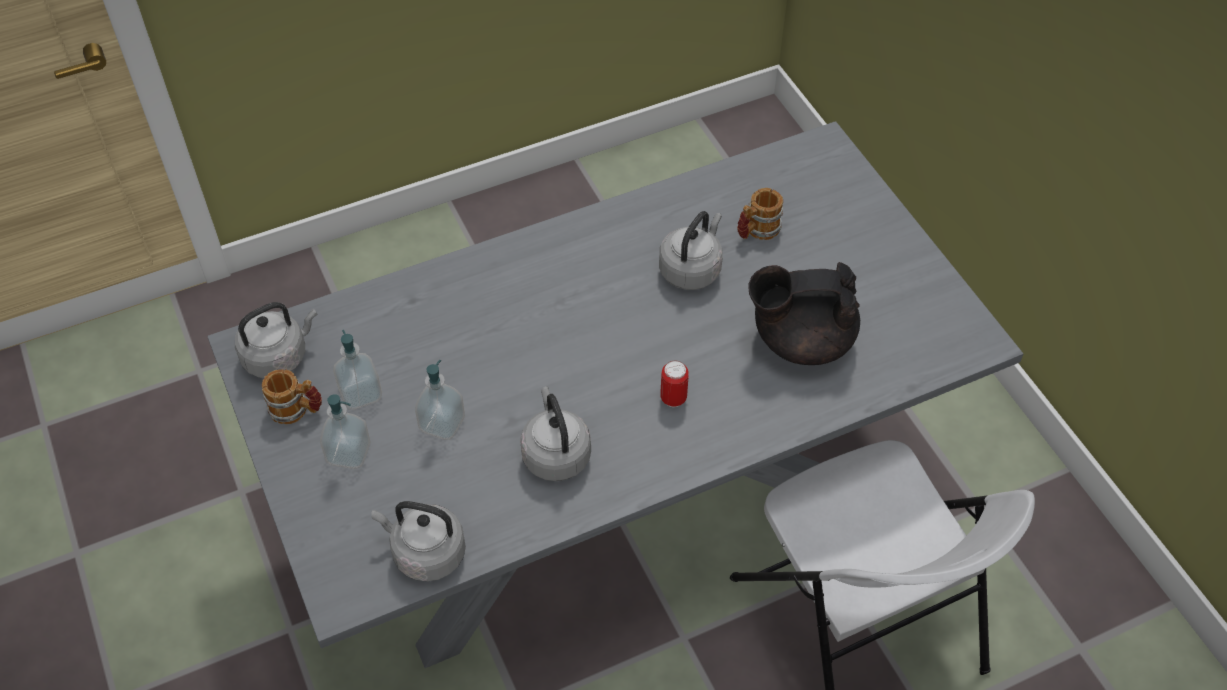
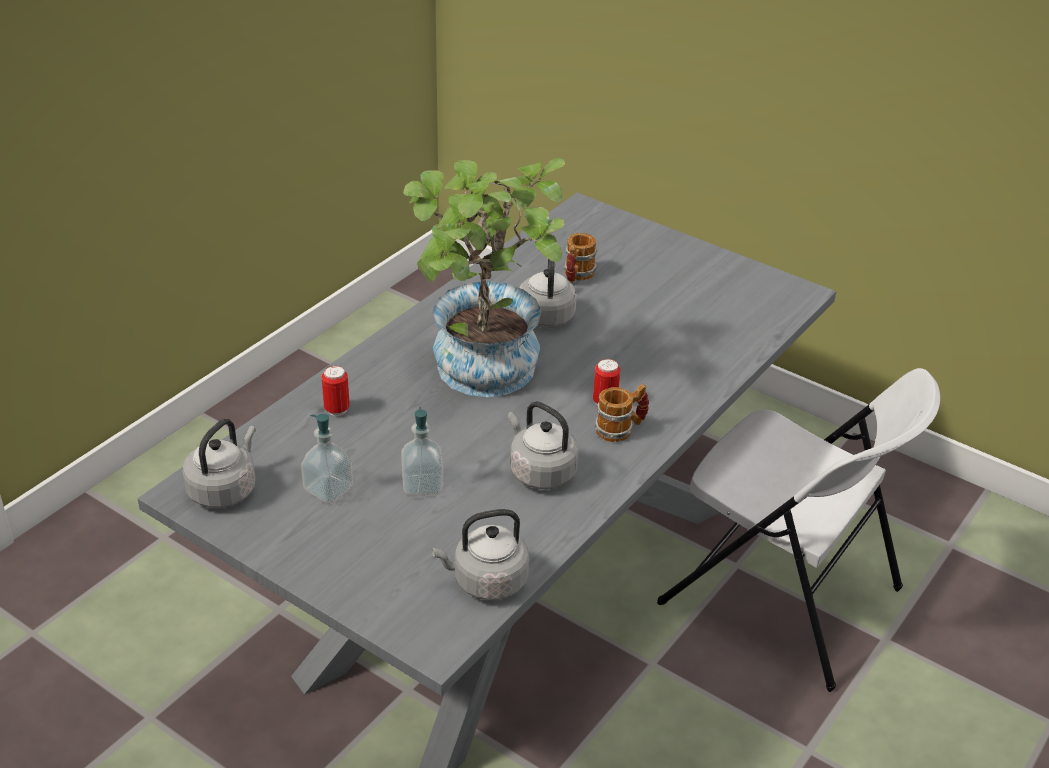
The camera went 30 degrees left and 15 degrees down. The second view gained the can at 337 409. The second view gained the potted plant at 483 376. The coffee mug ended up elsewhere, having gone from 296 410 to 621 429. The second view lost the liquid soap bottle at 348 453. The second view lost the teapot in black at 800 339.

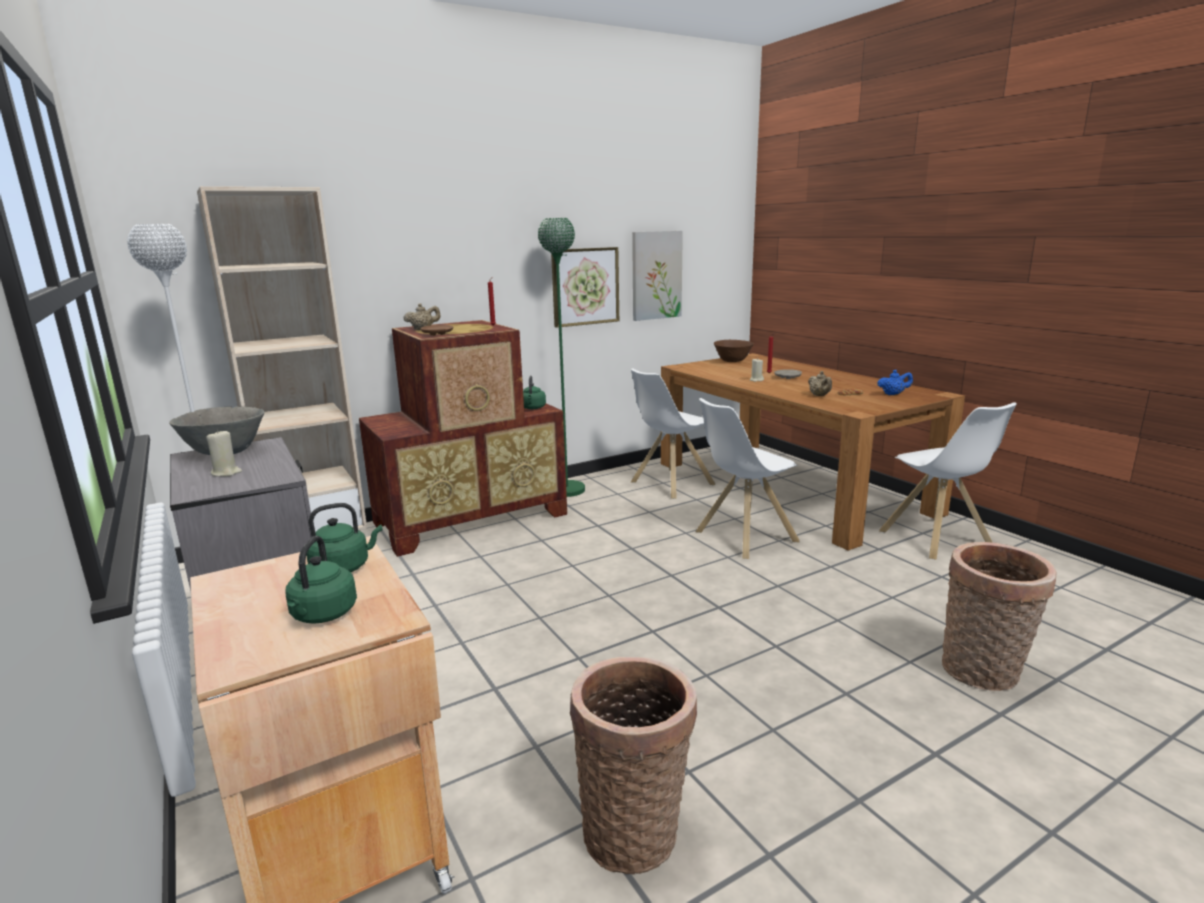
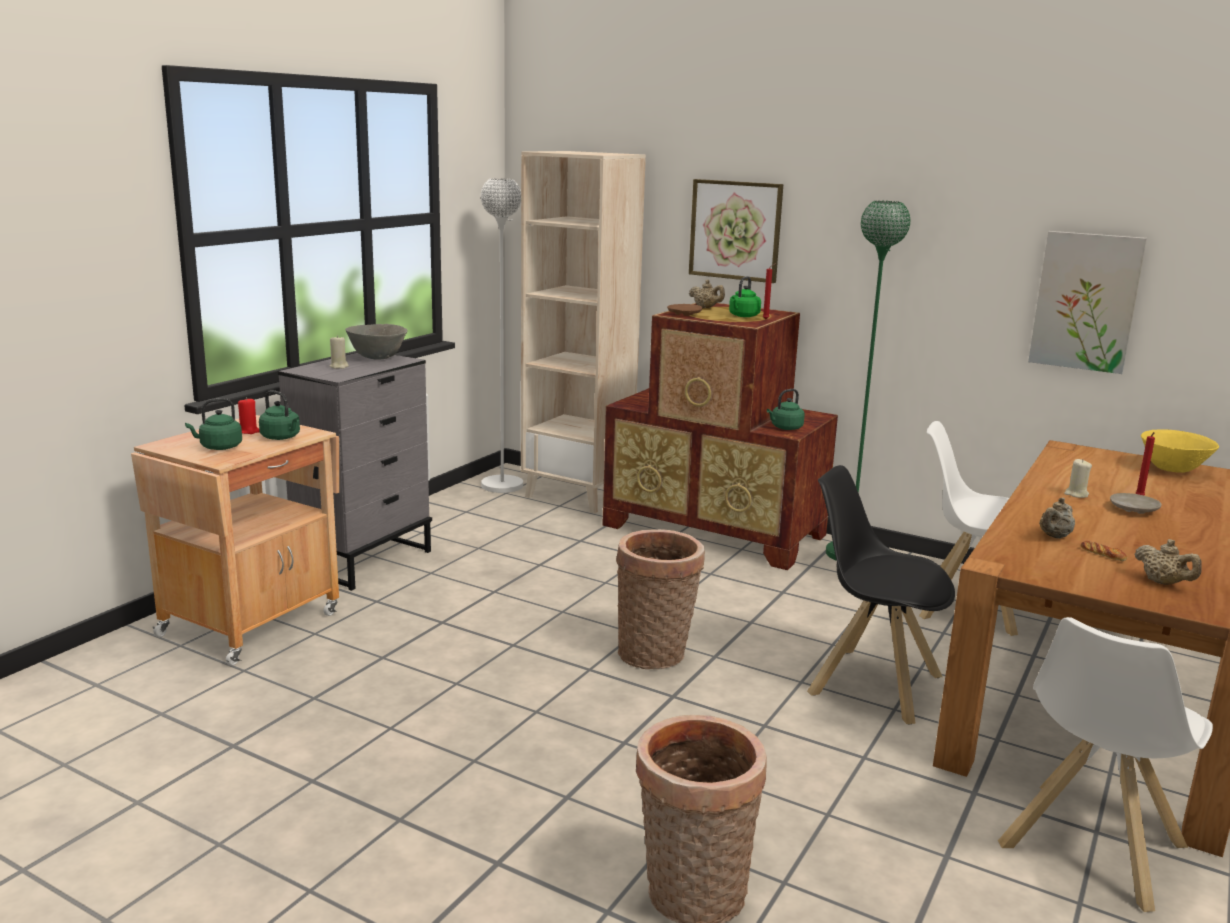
The camera went 60 degrees right and 0 degrees up. The second view gained the candle in red at 249 431. The household basket ended up elsewhere, having gone from 634 829 to 656 654. The picture ended up elsewhere, having gone from 585 286 to 735 230. The second view gained the tea kettle in green-coloured at 743 316. What was the chair in white at 743 537 turned into the chair in black at 871 683. What was the teapot in bluish at 893 394 turned into the teapot in beige at 1163 583. What was the deep dish in brown at 733 361 turned into the deep dish in yellow at 1173 470.

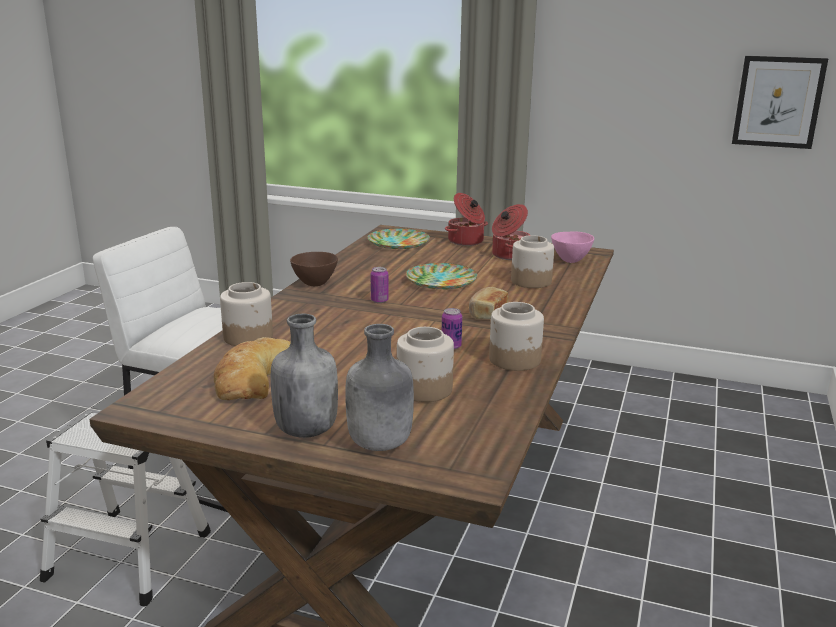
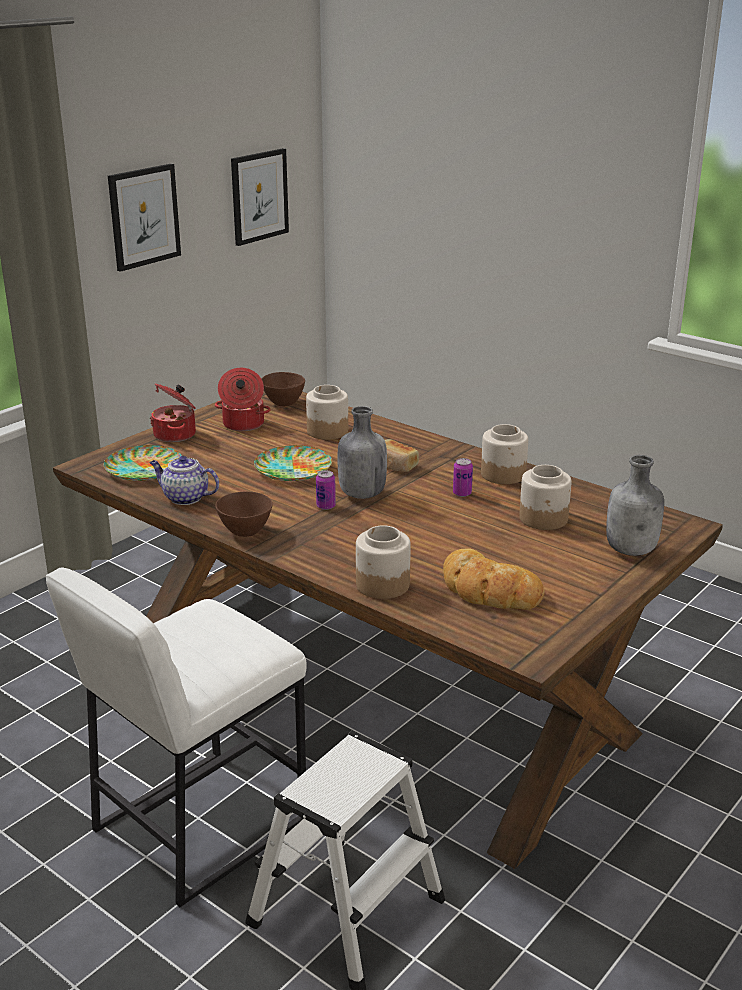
The camera went 70 degrees left and 5 degrees up. The second view gained the picture at 144 216. The second view gained the teapot at 184 498. What was the deep dish in pinkish at 570 260 turned into the deep dish in brown at 283 403. The bottle in grey ended up elsewhere, having gone from 306 430 to 361 494.

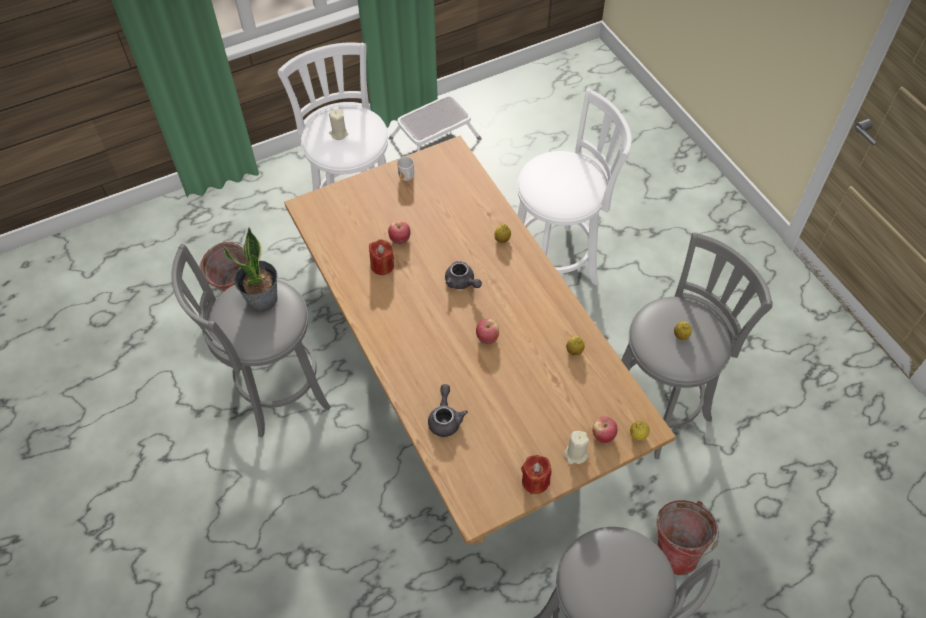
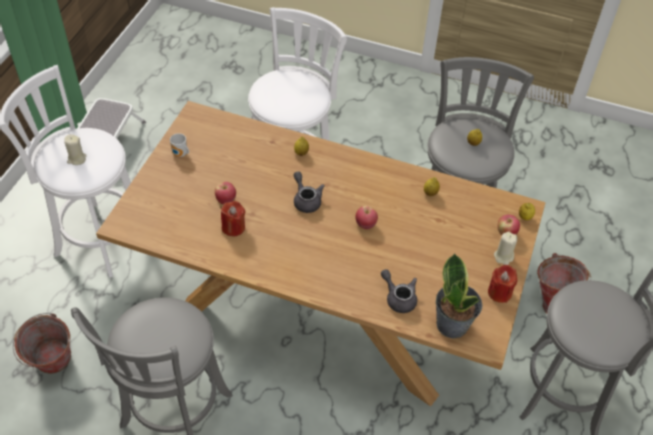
The camera went 45 degrees left and 5 degrees down. The teapot in grey at 462 282 ended up facing another way, 120 degrees counterclockwise from before. The potted plant ended up elsewhere, having gone from 263 299 to 453 324.

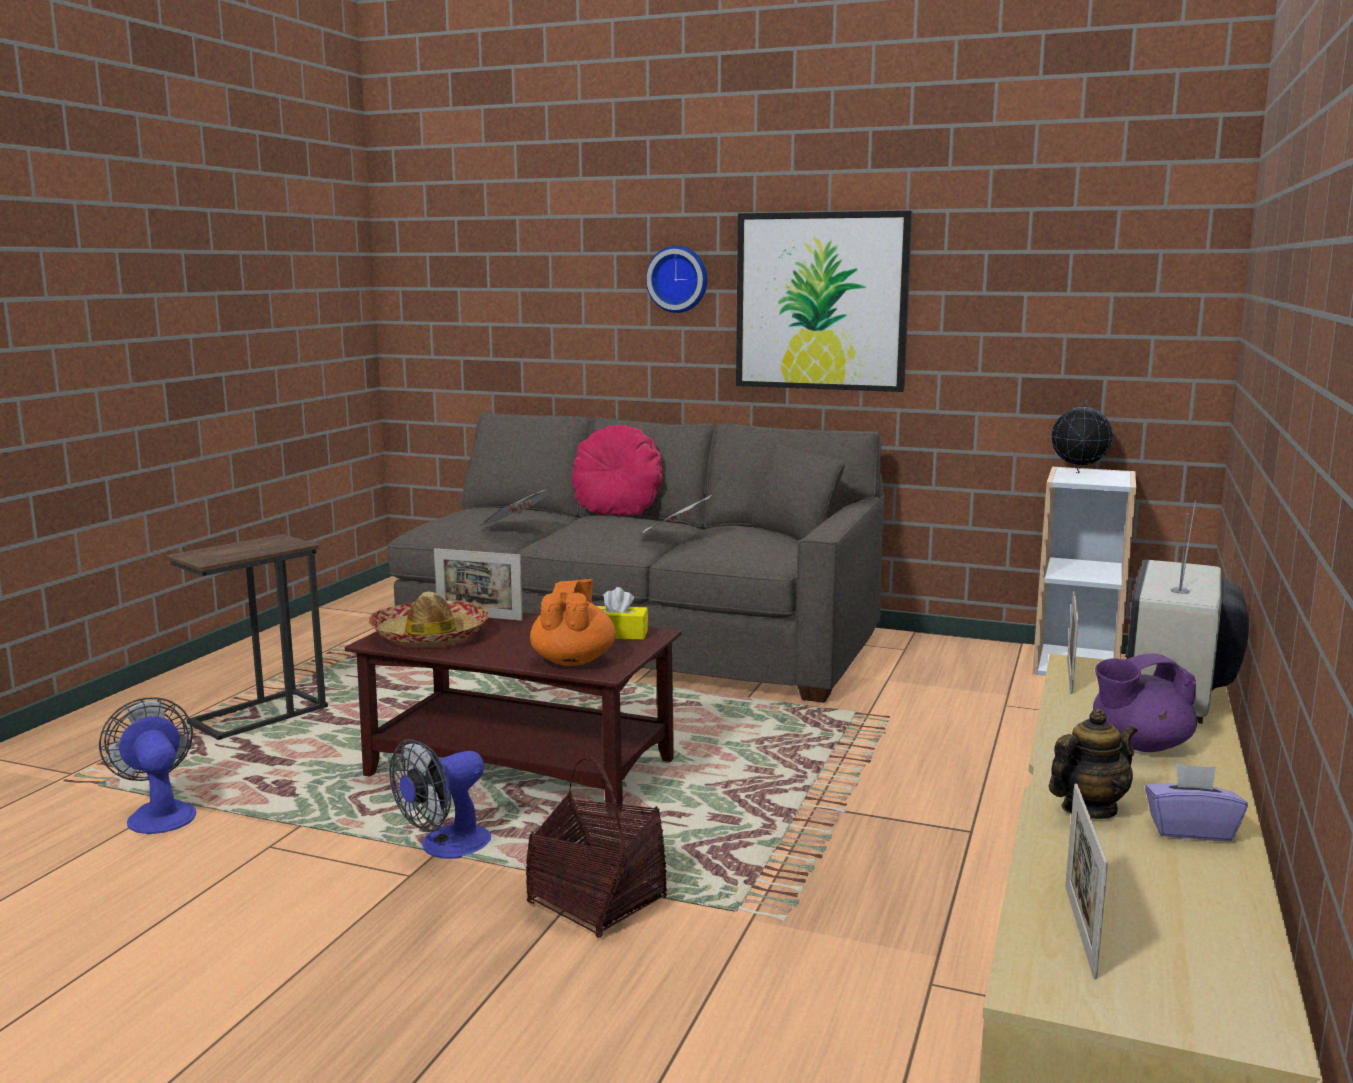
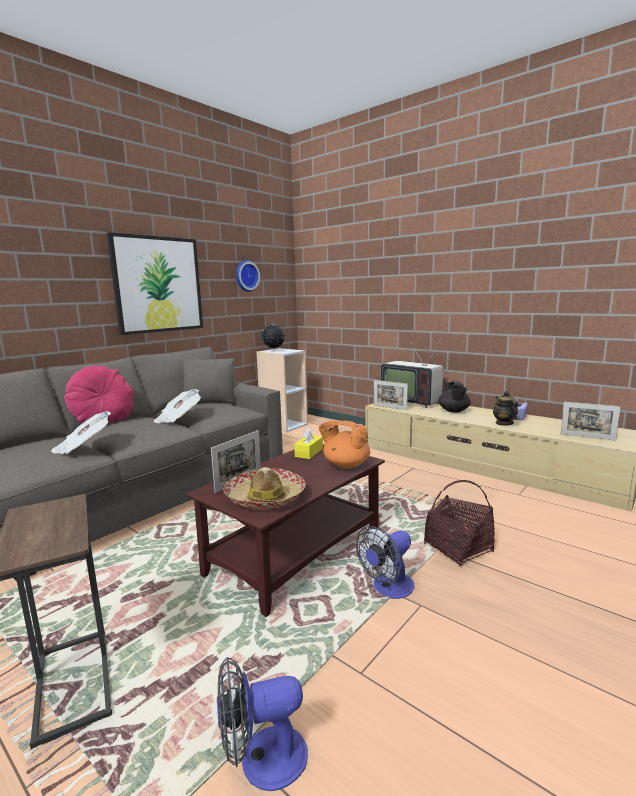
The camera went 70 degrees left and 0 degrees up. The hanging clock ended up elsewhere, having gone from 678 279 to 246 276. The electric fan at 445 847 ended up facing another way, 75 degrees clockwise from before. What was the teapot in purple at 1139 745 turned into the teapot in black at 454 411.

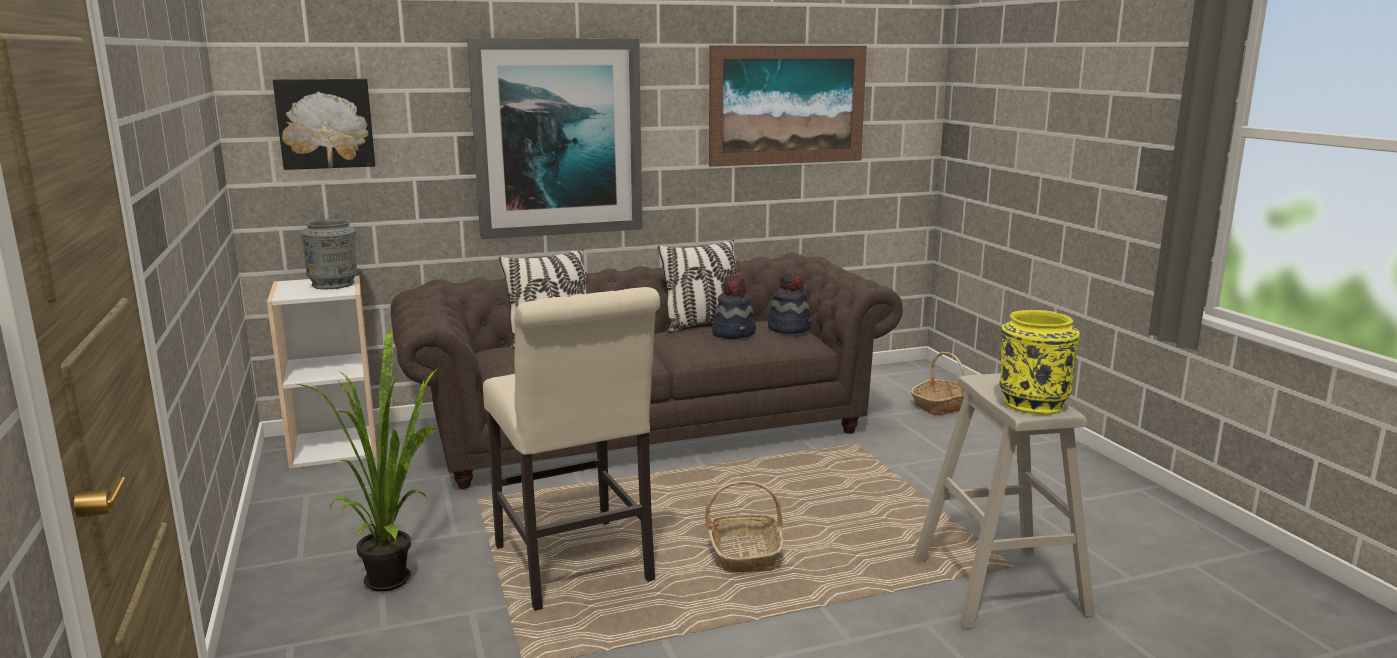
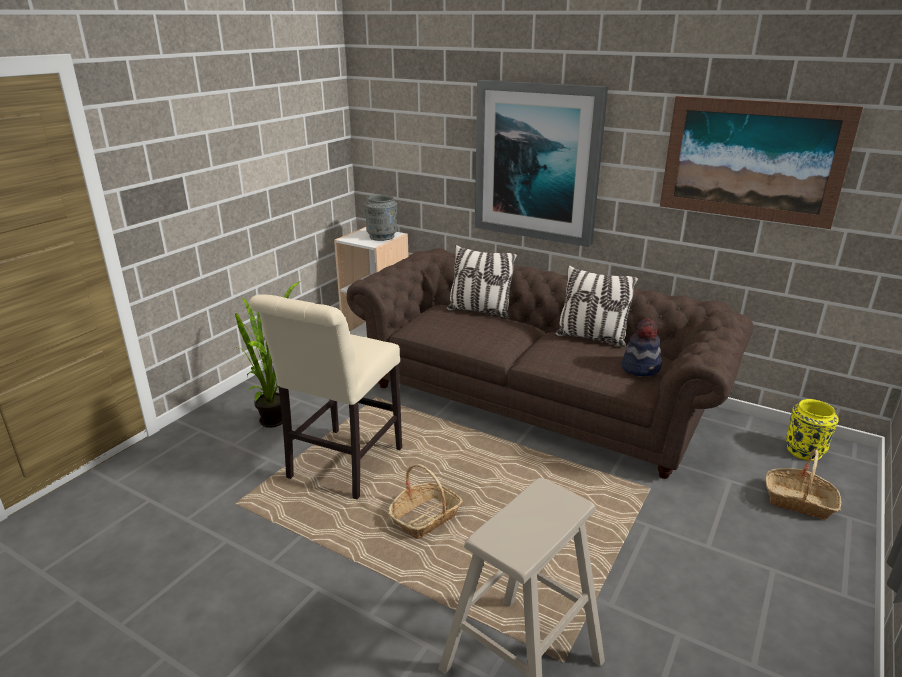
The camera went 50 degrees right and 10 degrees up. The flower vase in yellow ended up elsewhere, having gone from 1032 404 to 804 450. The second view lost the picture at 325 123. The second view lost the hat at 734 333.

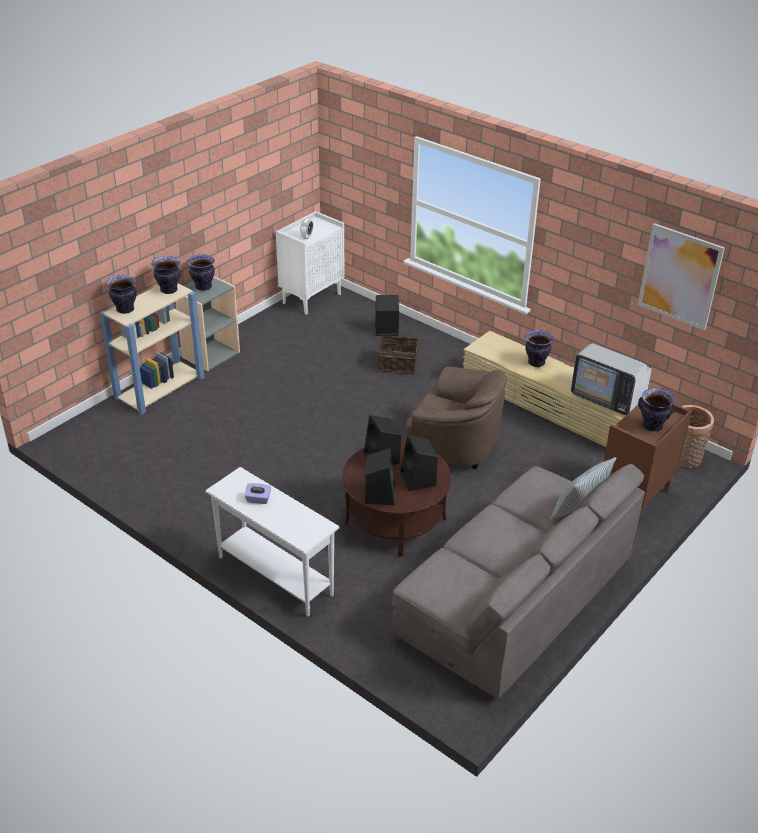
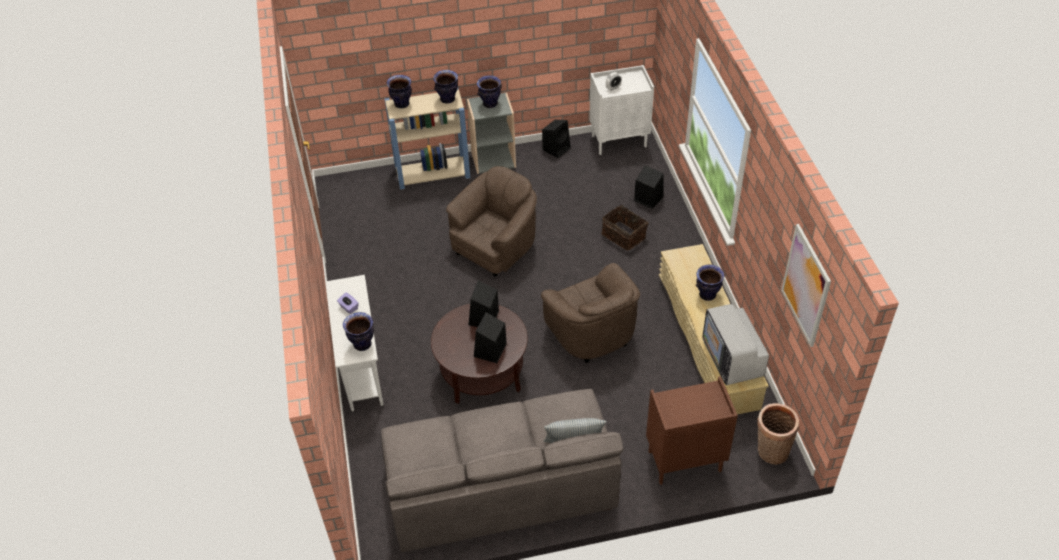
The camera went 40 degrees right and 10 degrees up. The flower vase ended up elsewhere, having gone from 652 426 to 363 344. The second view gained the lounge chair in brown at 495 247. The loudspeaker in black ended up elsewhere, having gone from 380 494 to 556 148.

